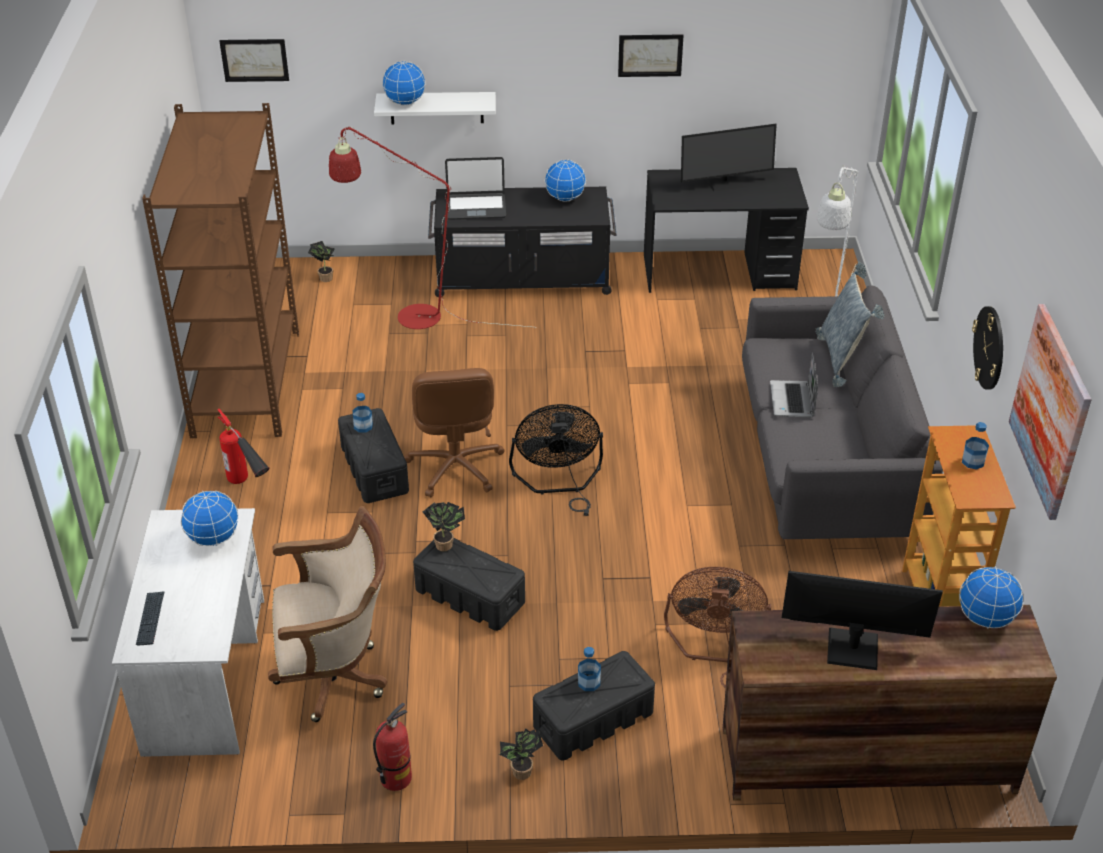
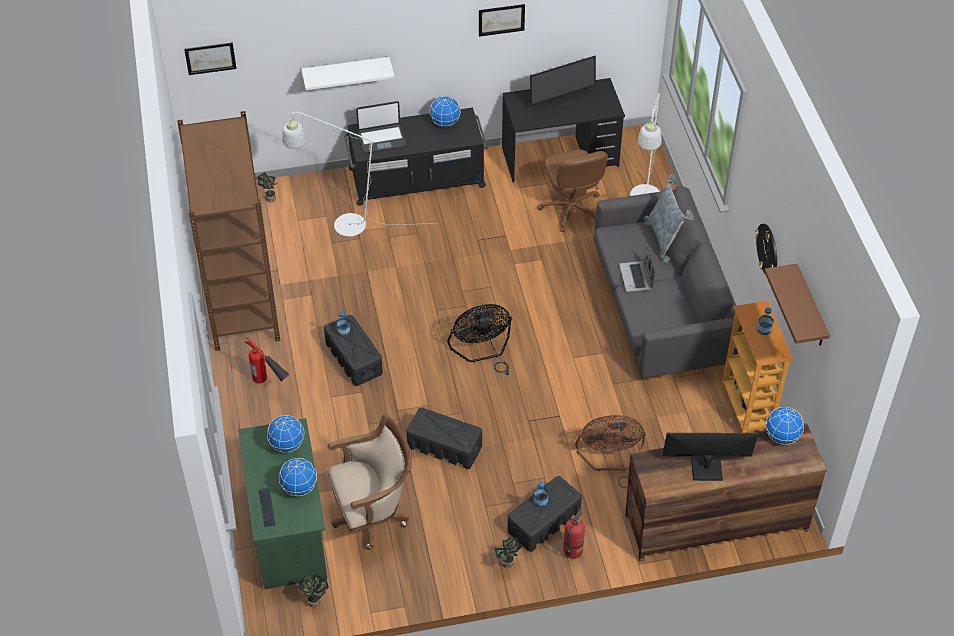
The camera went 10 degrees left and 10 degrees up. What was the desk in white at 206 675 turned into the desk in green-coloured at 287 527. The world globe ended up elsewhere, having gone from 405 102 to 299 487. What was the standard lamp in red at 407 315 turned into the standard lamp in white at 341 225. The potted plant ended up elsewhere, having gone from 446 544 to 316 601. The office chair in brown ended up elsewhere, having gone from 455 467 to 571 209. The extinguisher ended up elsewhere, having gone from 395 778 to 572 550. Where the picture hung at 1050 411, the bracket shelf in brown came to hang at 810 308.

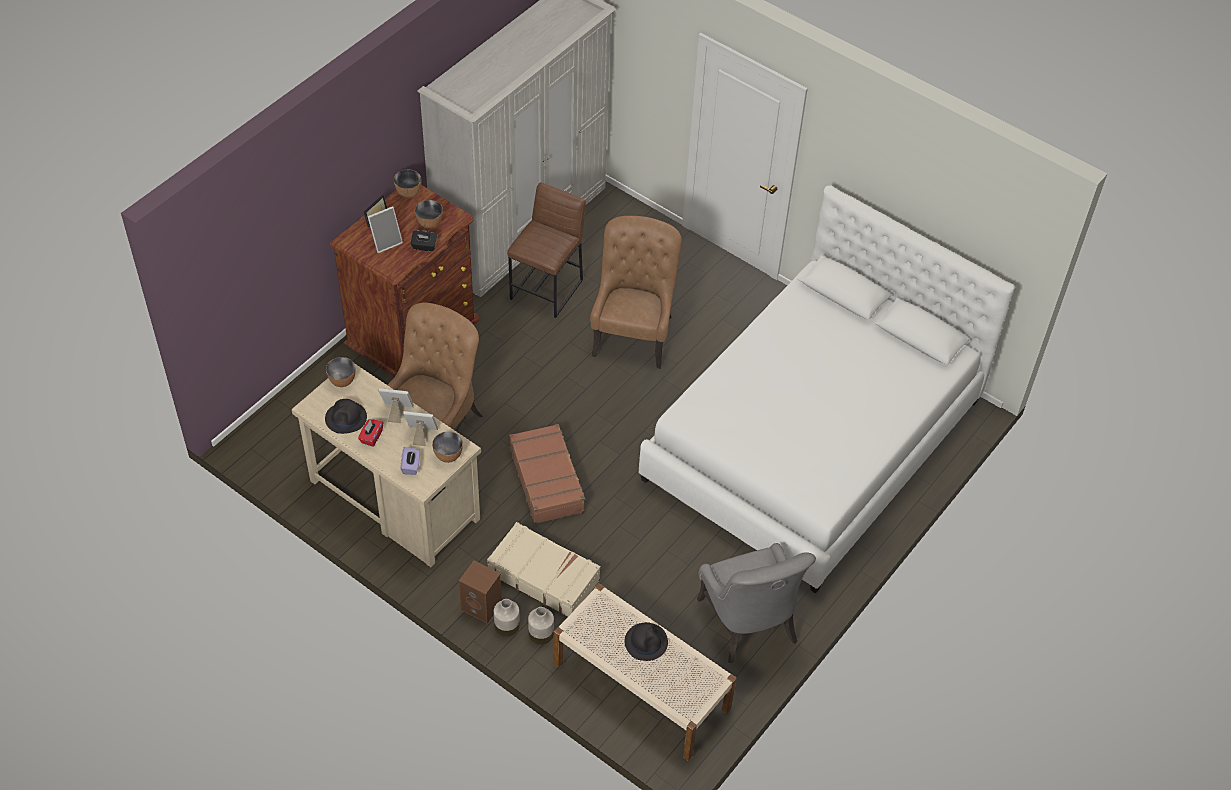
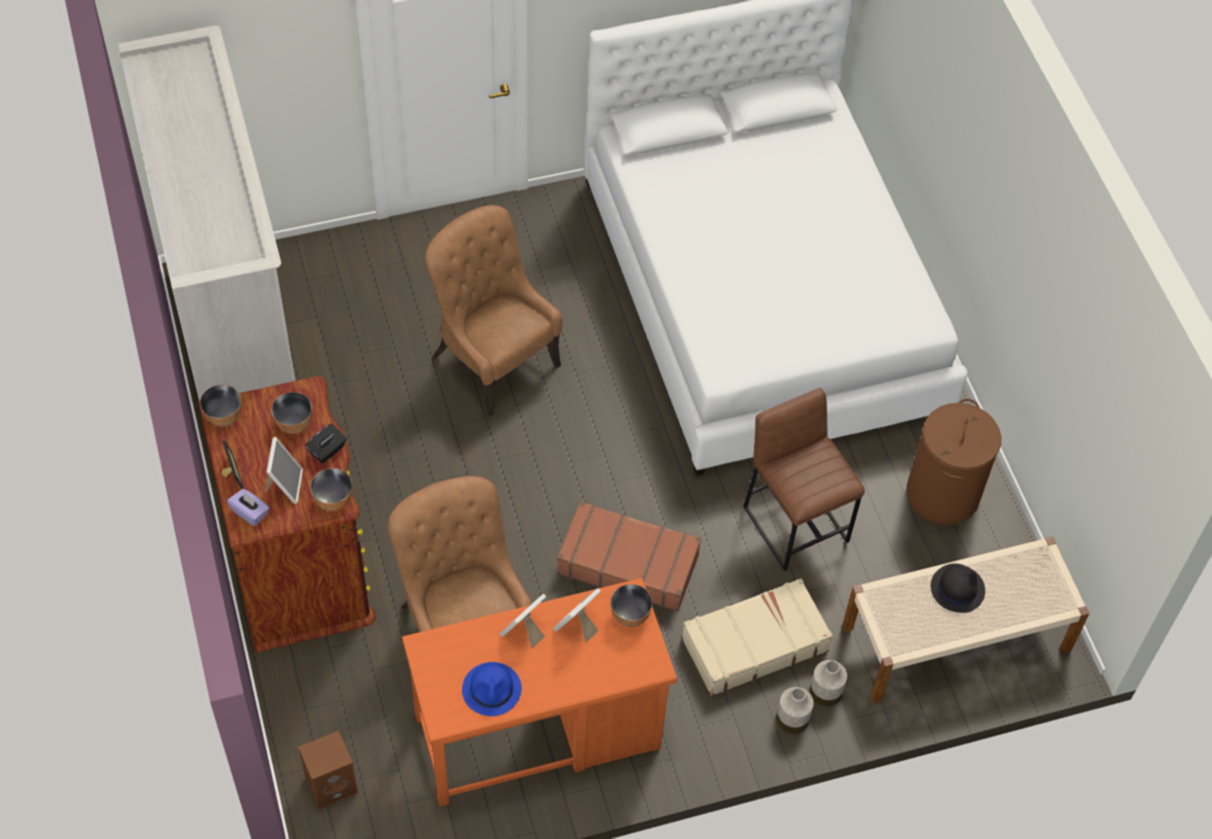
The camera went 55 degrees left and 5 degrees up. The box of tissues in purple ended up elsewhere, having gone from 411 466 to 250 513. The loudspeaker in brown ended up elsewhere, having gone from 482 606 to 332 784. The deep dish ended up elsewhere, having gone from 342 381 to 334 500. What was the desk in beige at 393 500 turned into the desk in orangey at 537 733. What was the hat in black at 346 418 turned into the hat in bluish at 492 689. The chair in brown ended up elsewhere, having gone from 547 288 to 795 522. Where the chair in grey stood at 748 621, the washing basket in brown came to stand at 943 494. The second view lost the box of tissues in red at 371 437.

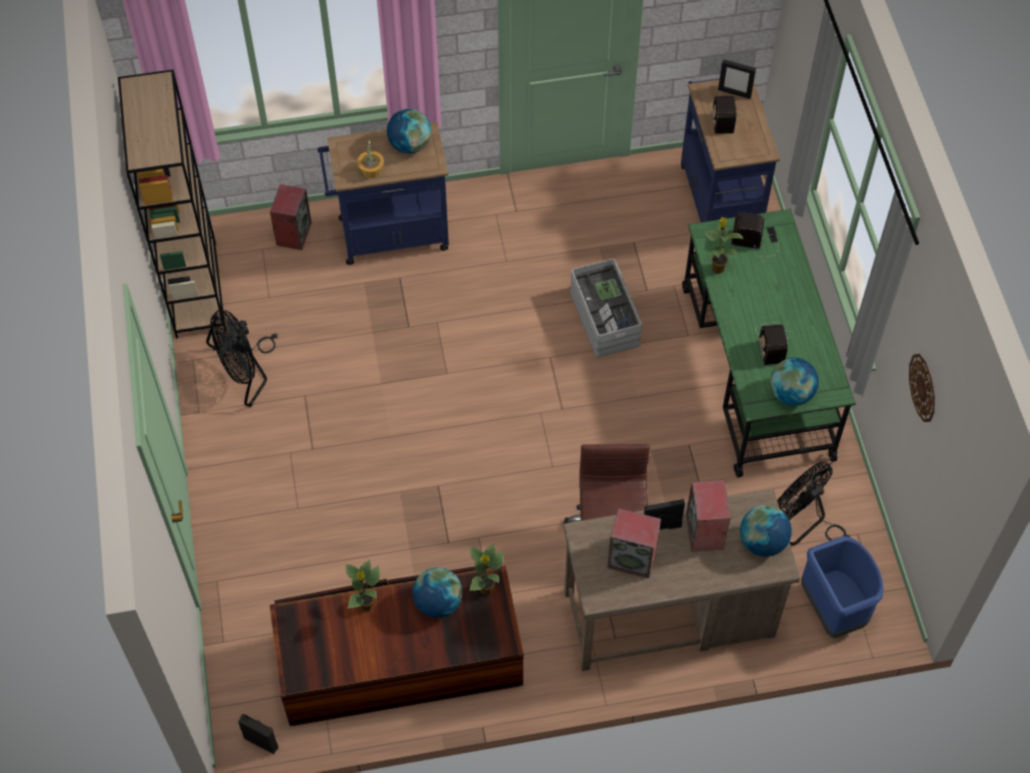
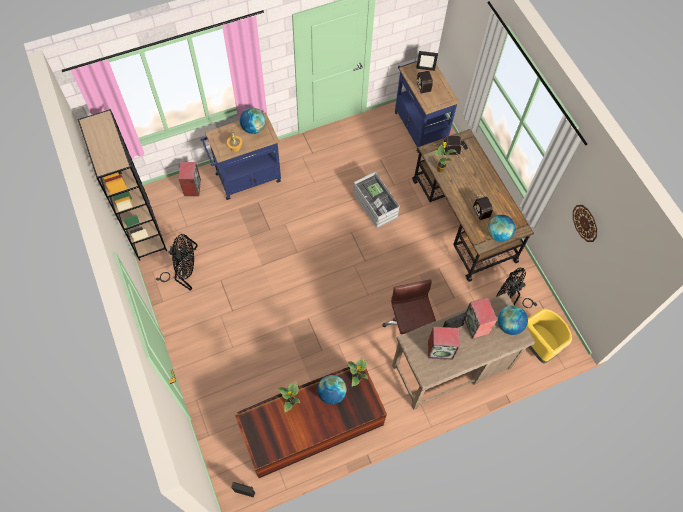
The camera went 15 degrees left and 5 degrees up. The electric fan in black at 245 367 ended up facing another way, 135 degrees counterclockwise from before. What was the desk in green-coloured at 756 371 turned into the desk in brown at 463 220. What was the trash can in bluish at 834 608 turned into the trash can in yellow at 537 345.

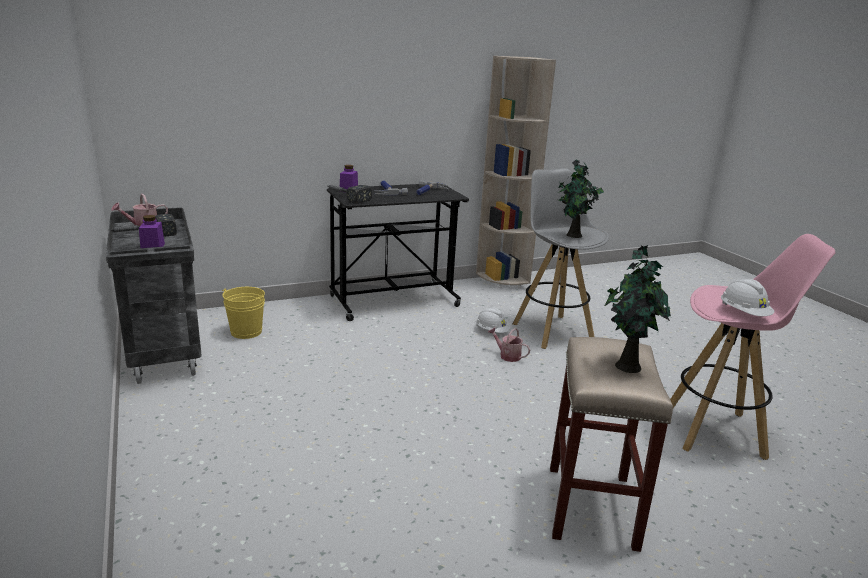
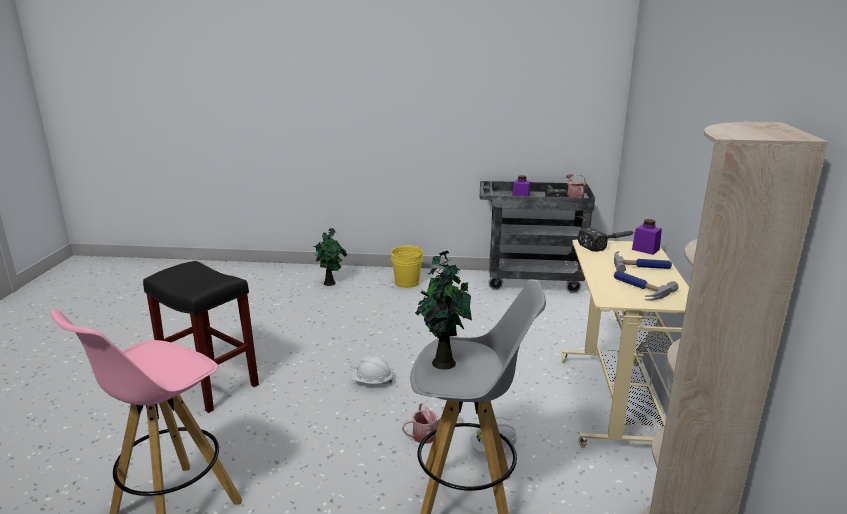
The camera went 120 degrees right and 0 degrees up. What was the stool in beige at 592 508 turned into the stool in black at 209 384. The potted plant ended up elsewhere, having gone from 626 365 to 330 283. The safety helmet in white ended up elsewhere, having gone from 743 314 to 372 382. The pail in yellow ended up elsewhere, having gone from 246 332 to 407 282. What was the desk in black at 394 301 turned into the desk in beige at 613 402.

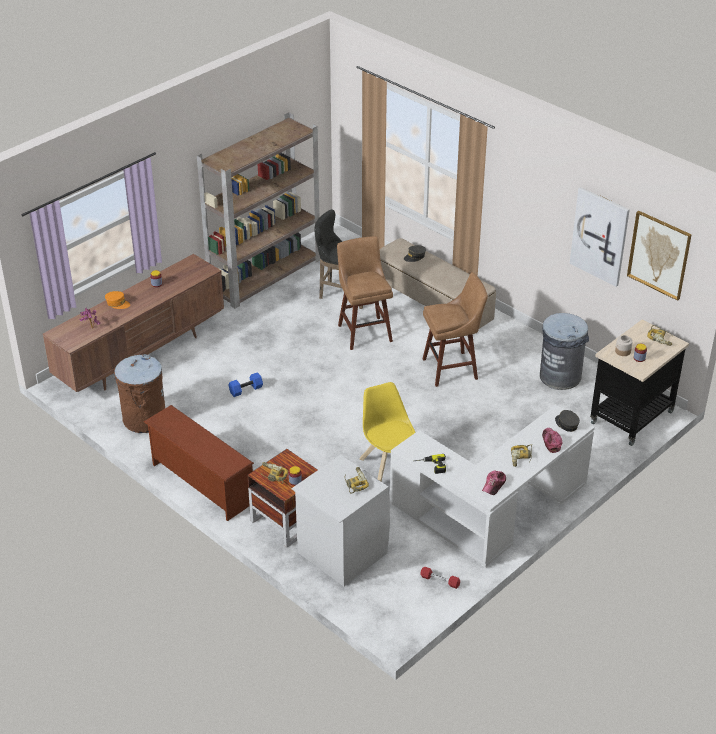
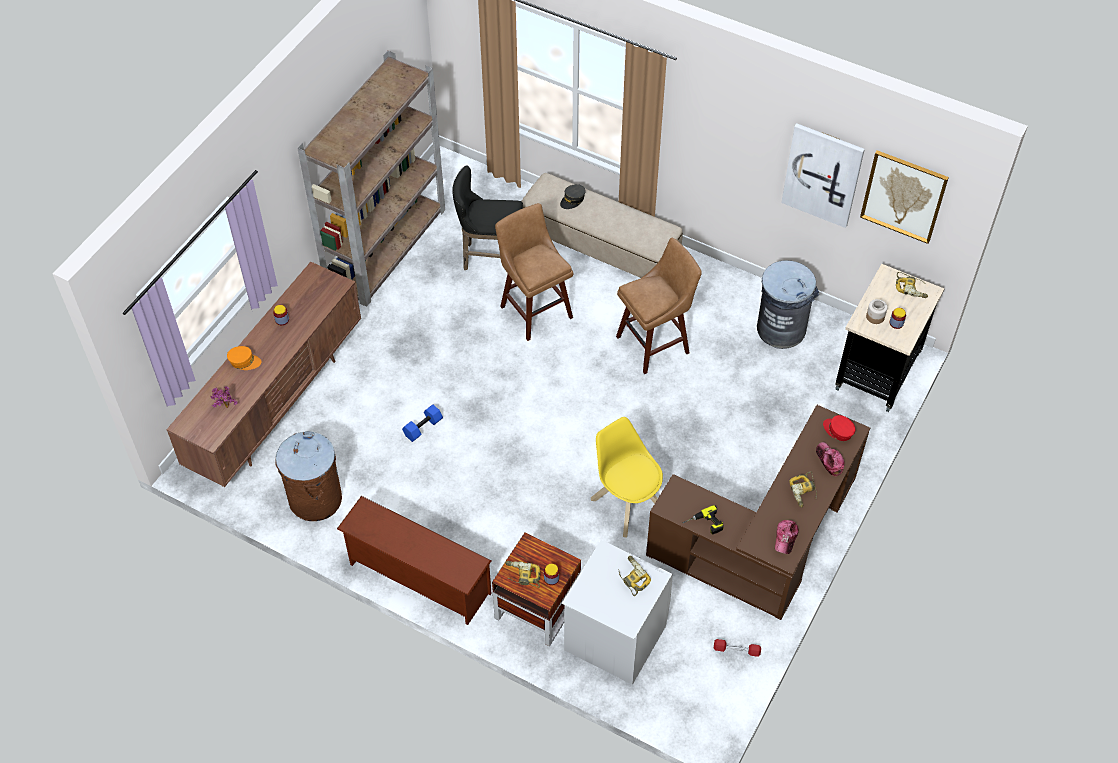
The camera went 15 degrees left and 15 degrees up. What was the desk in white at 492 512 turned into the desk in brown at 764 541. What was the baseball cap in grey at 566 424 turned into the baseball cap in red at 838 430.

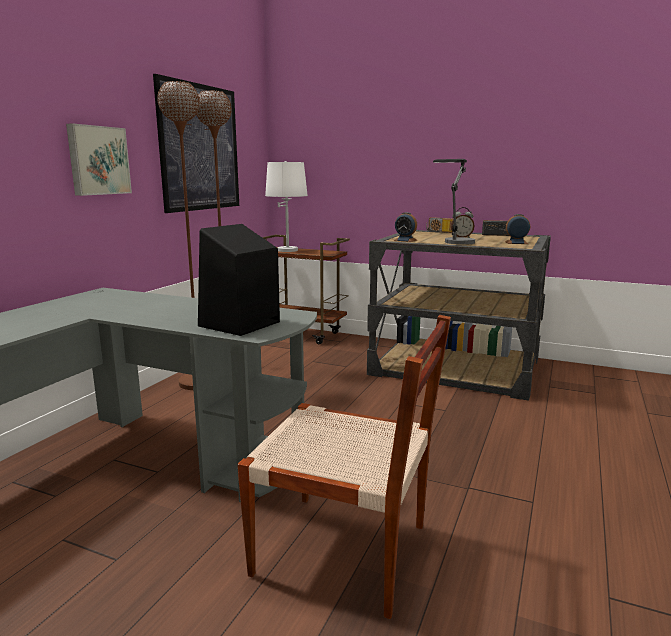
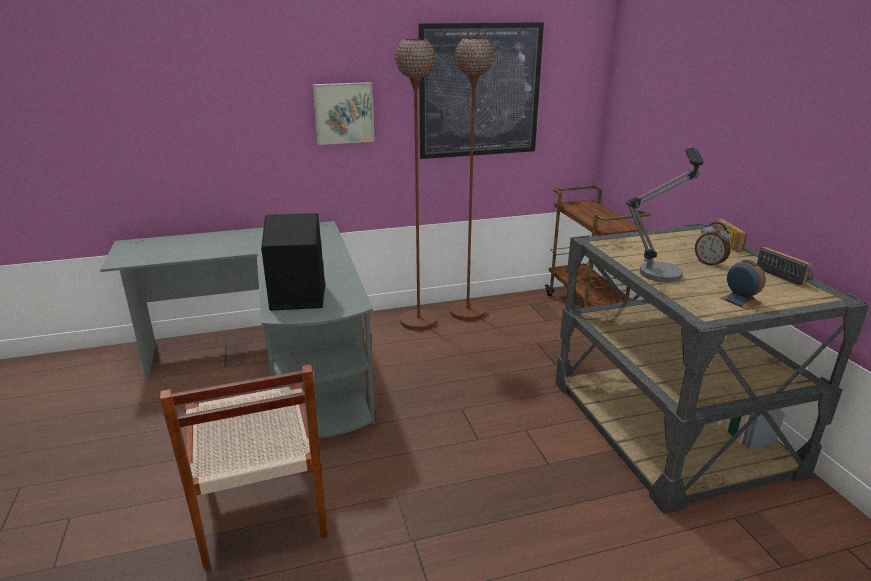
The camera went 50 degrees right and 10 degrees up. The second view lost the table lamp in white at 287 250. The second view lost the bedside clock at 405 240.

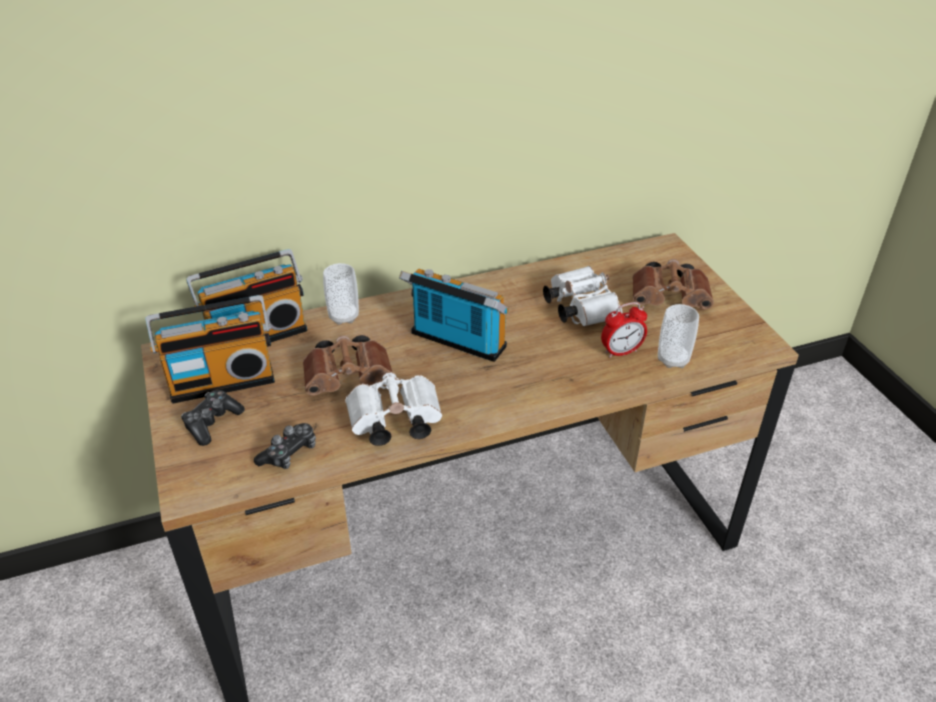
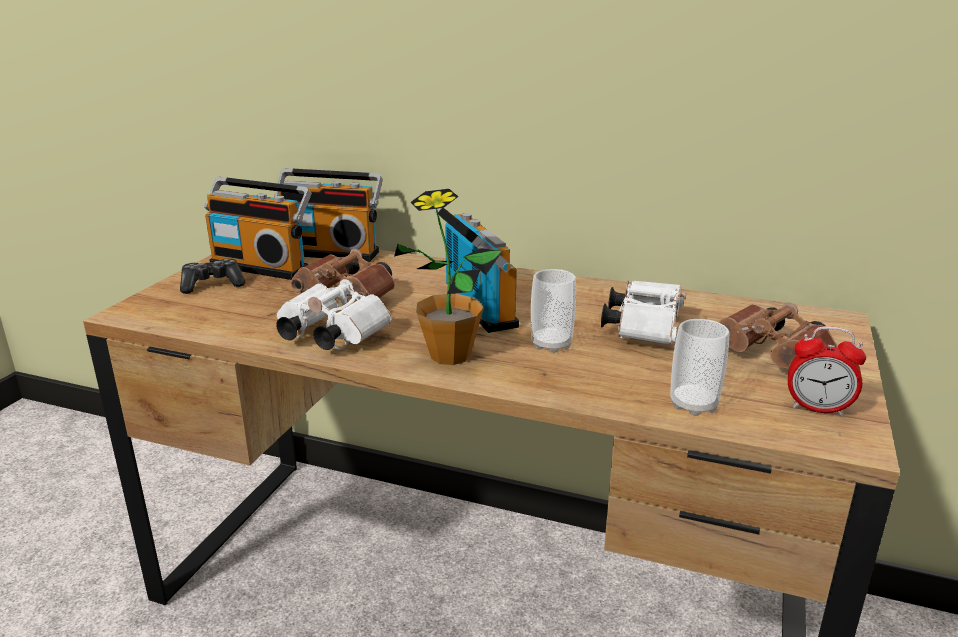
The camera went 40 degrees right and 15 degrees down. The second view gained the potted plant at 450 355. The drinking cup ended up elsewhere, having gone from 344 316 to 551 344. The bedside clock ended up elsewhere, having gone from 621 352 to 817 409. The second view lost the game controller at 289 453.

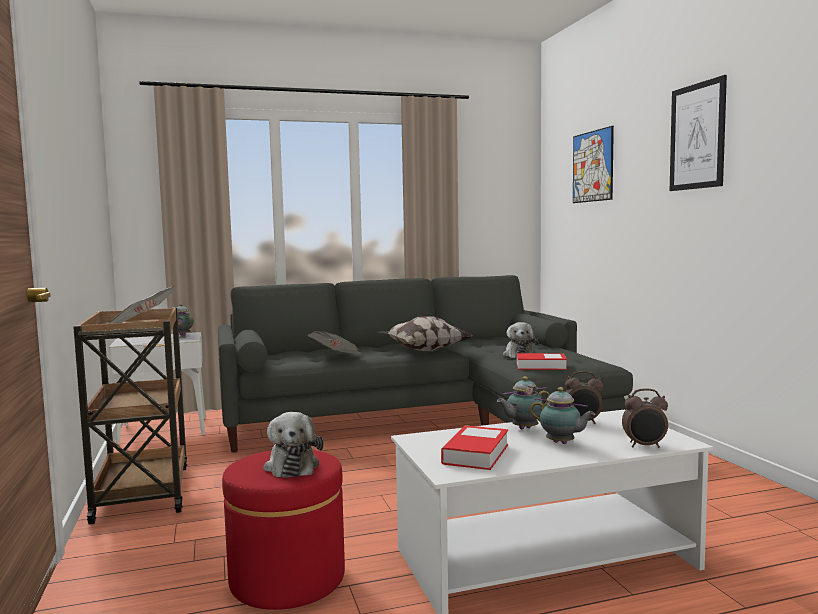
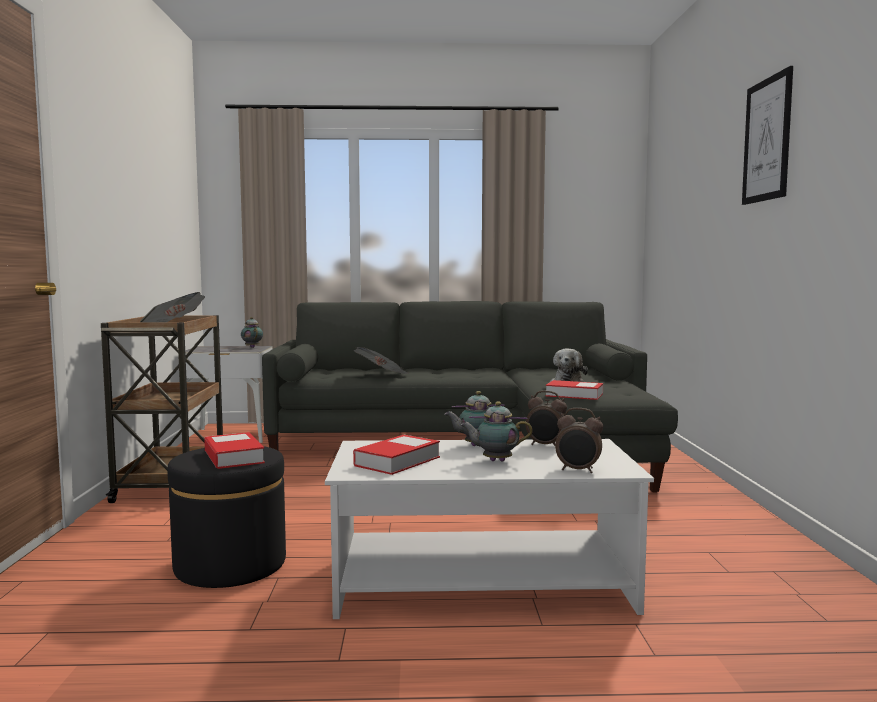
The camera went 15 degrees right and 0 degrees up. What was the ottoman in red at 287 579 turned into the ottoman in black at 230 565. Where the cuddly toy stood at 292 465, the bound book came to stand at 233 457. The teapot at 562 443 ended up facing another way, 135 degrees clockwise from before. The second view lost the pillow at 423 350. The second view lost the picture at 592 166.

